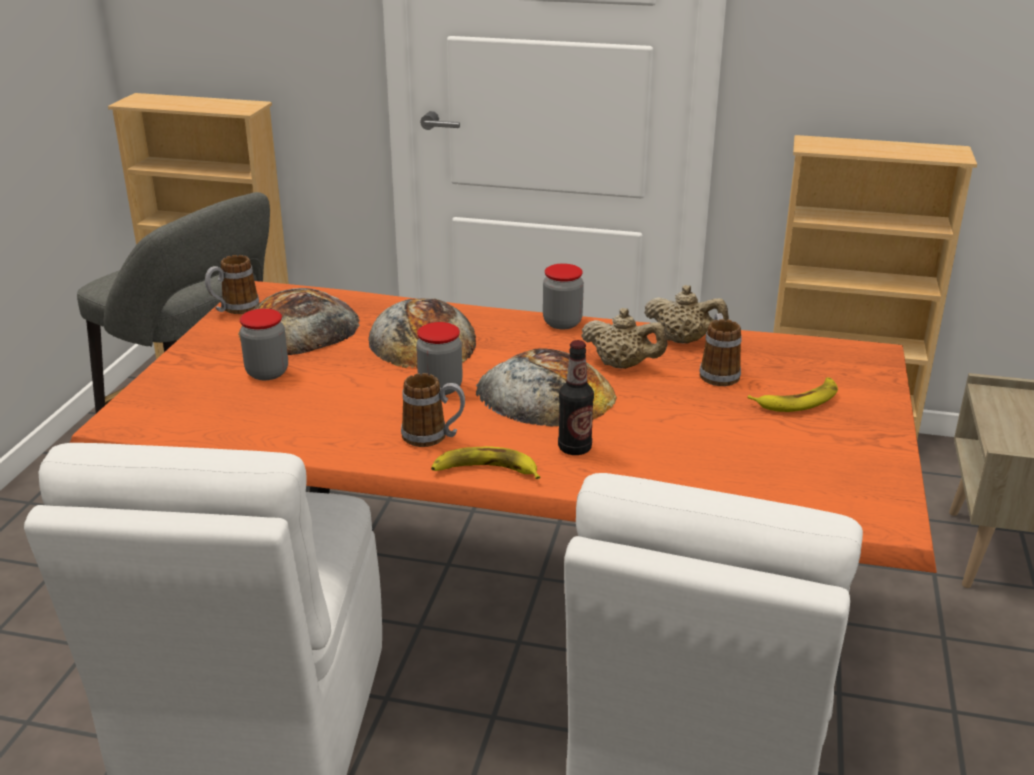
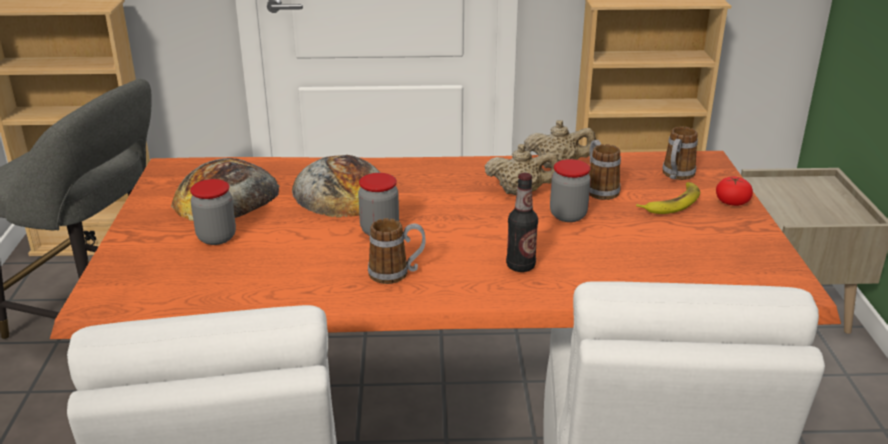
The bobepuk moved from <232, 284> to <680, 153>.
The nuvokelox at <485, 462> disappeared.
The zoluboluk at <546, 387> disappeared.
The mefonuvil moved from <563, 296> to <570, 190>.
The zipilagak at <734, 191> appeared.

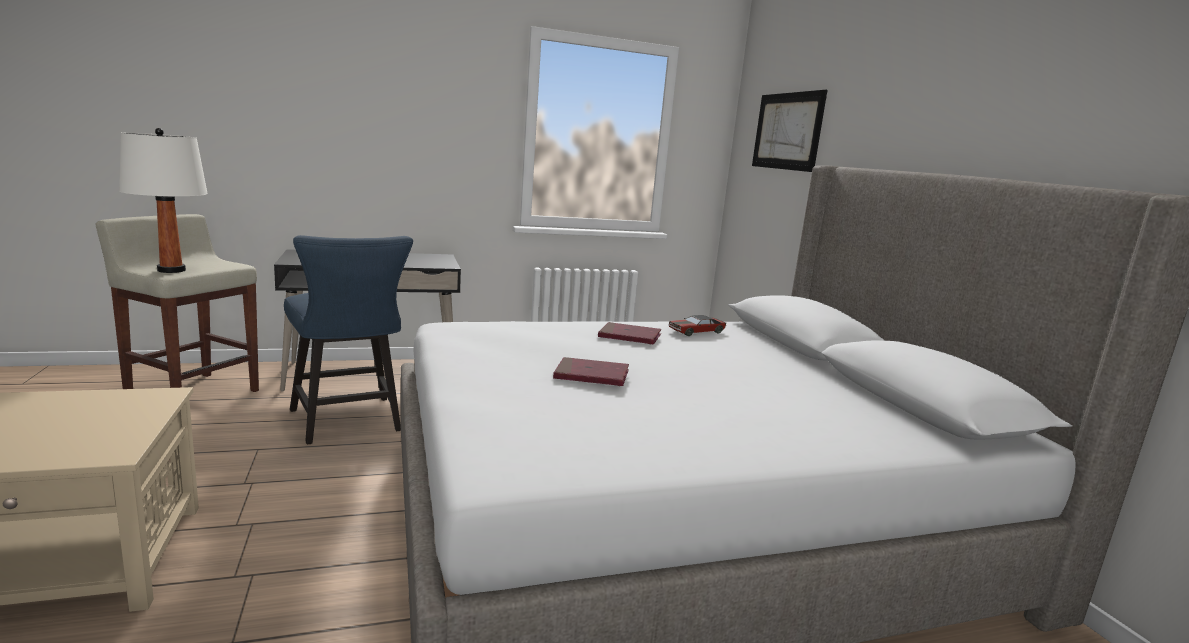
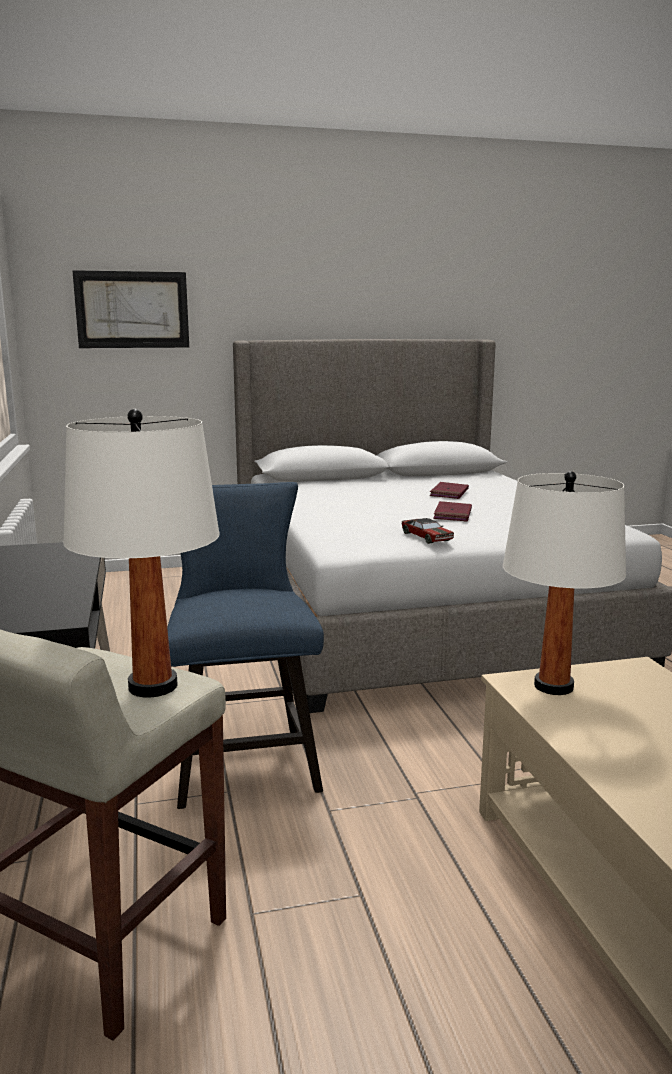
The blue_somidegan at <348, 339> turned 75 degrees counterclockwise.
The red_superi moved from <629, 333> to <449, 490>.
The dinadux moved from <697, 325> to <427, 531>.
The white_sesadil at <564, 583> appeared.

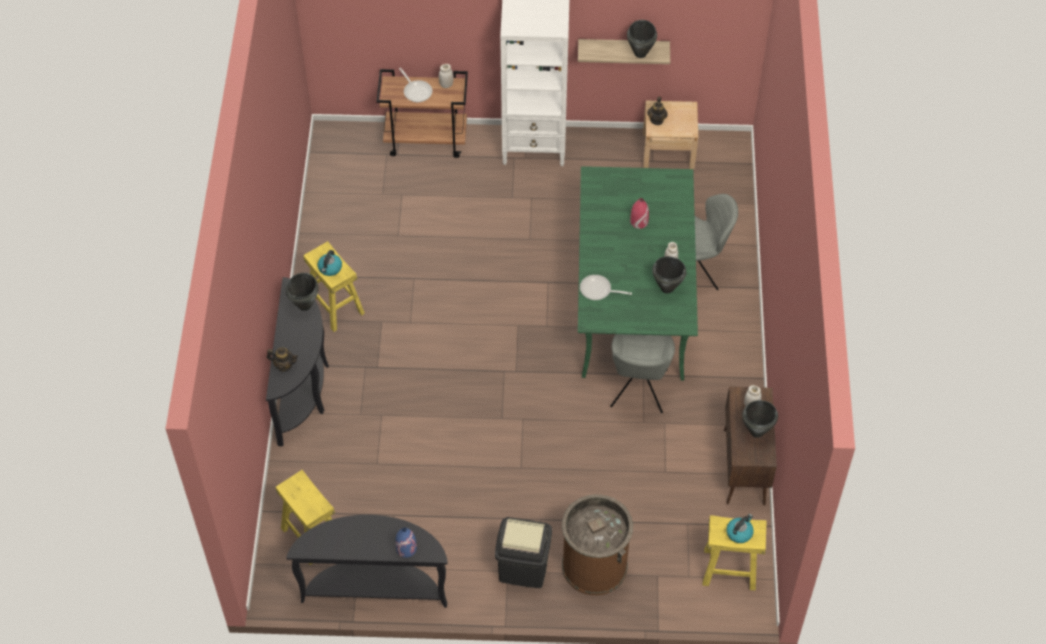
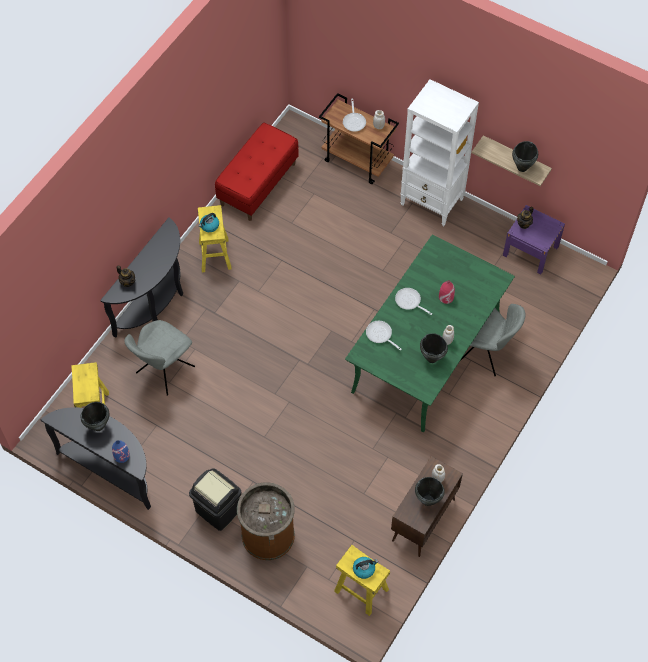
The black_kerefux moved from <302, 292> to <95, 416>.
The grey_somidegan moved from <642, 373> to <159, 358>.
The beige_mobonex at <670, 134> became the purple_mobonex at <534, 239>.
The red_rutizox at <257, 171> appeared.
The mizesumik at <413, 301> appeared.

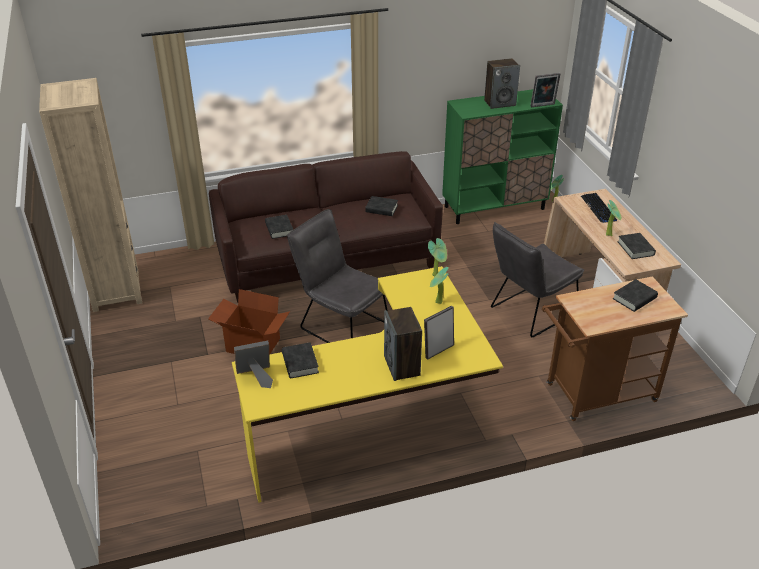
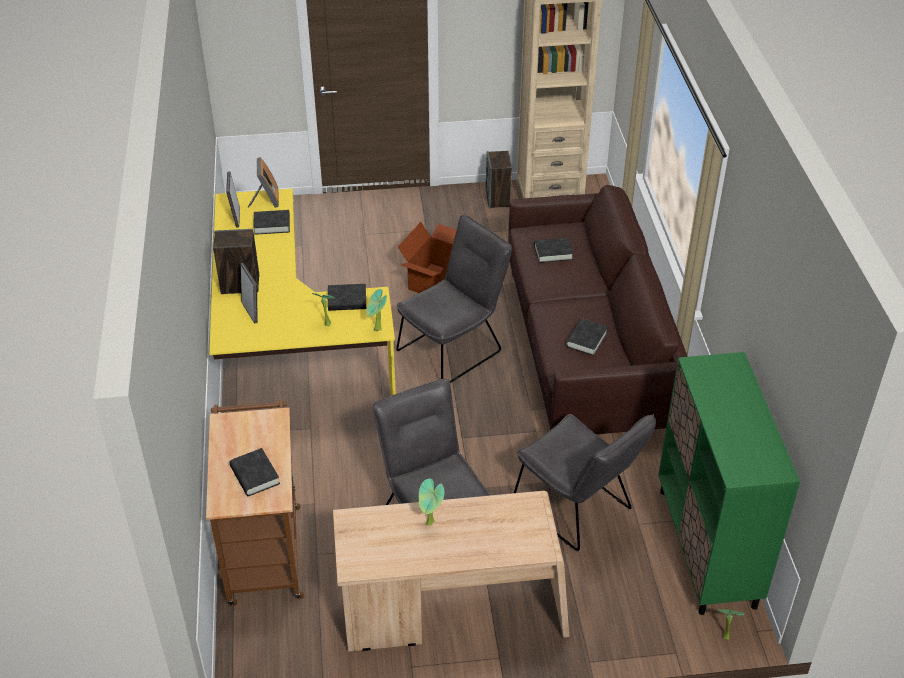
The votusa moved from <502, 83> to <499, 179>.
The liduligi moved from <545, 90> to <233, 199>.
The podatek at <599, 208> disappeared.
The black_superi moved from <637, 246> to <347, 297>.
The grey_somidegan at <585, 482> appeared.

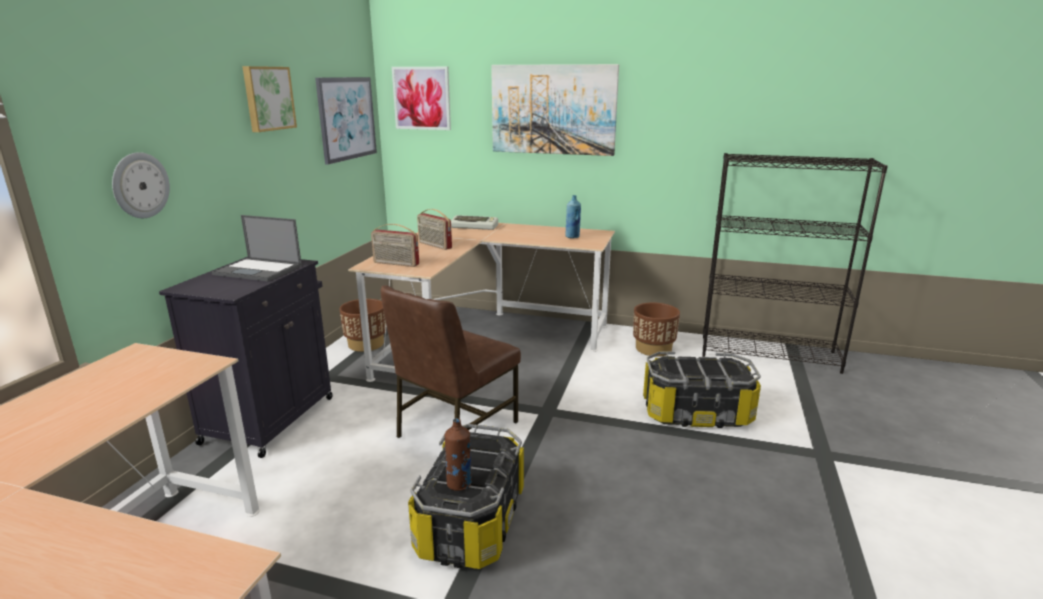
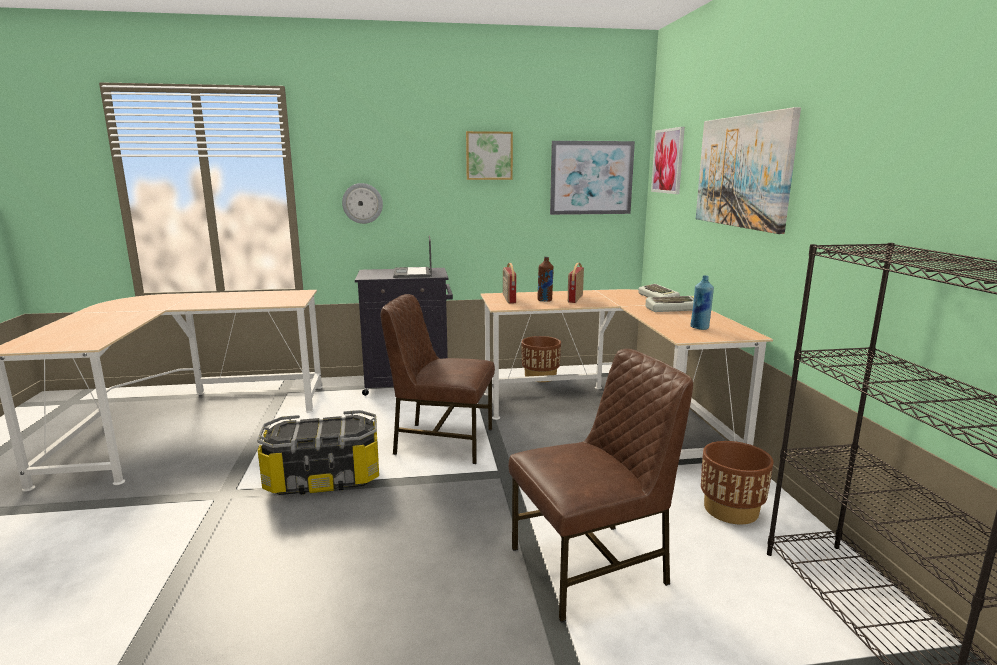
The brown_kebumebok moved from <458, 454> to <545, 279>.
The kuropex at <702, 389> was replaced by the brown_somidegan at <600, 485>.
The podatek at <669, 304> appeared.

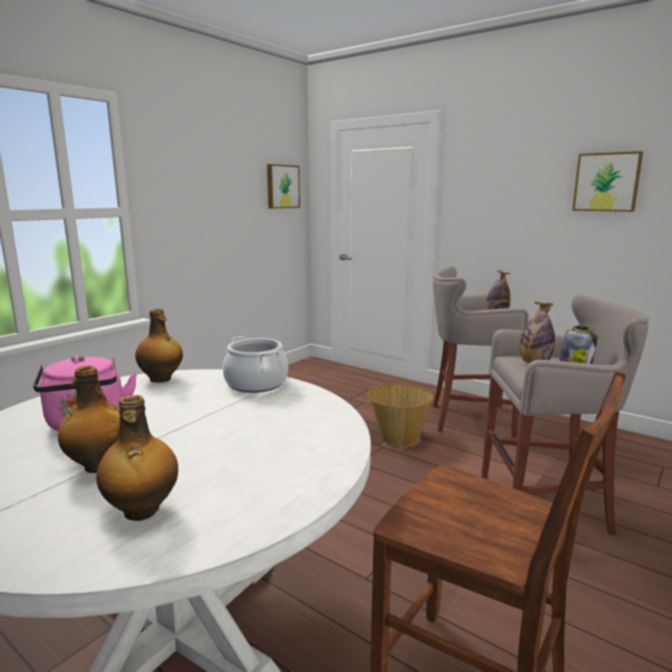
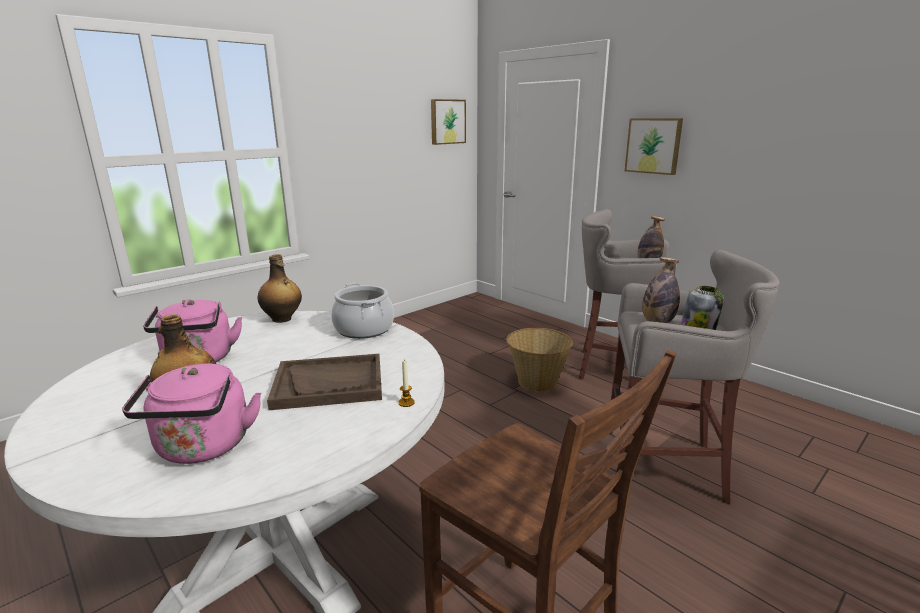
The kebumebok at <137, 458> was replaced by the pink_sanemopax at <191, 414>.
The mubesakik moved from <607, 181> to <654, 146>.
The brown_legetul at <324, 382> appeared.
The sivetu at <406, 383> appeared.

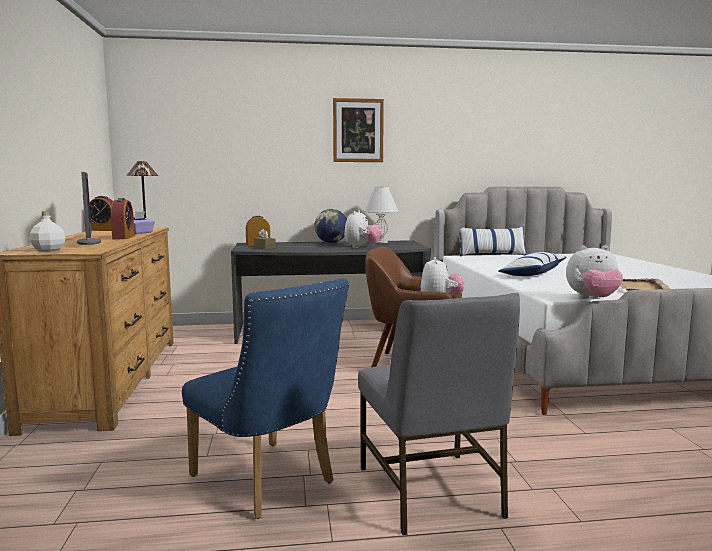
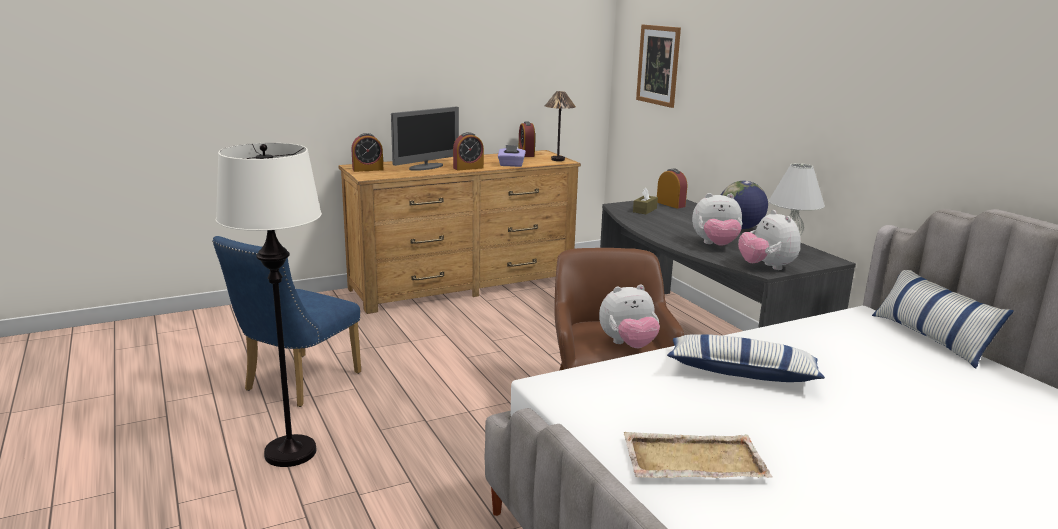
The white_kebumebok at <47, 231> was replaced by the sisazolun at <367, 152>.
The mubesakik moved from <358, 130> to <658, 66>.
The grey_somidegan at <439, 414> was replaced by the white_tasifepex at <269, 305>.
The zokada moved from <594, 272> to <769, 240>.

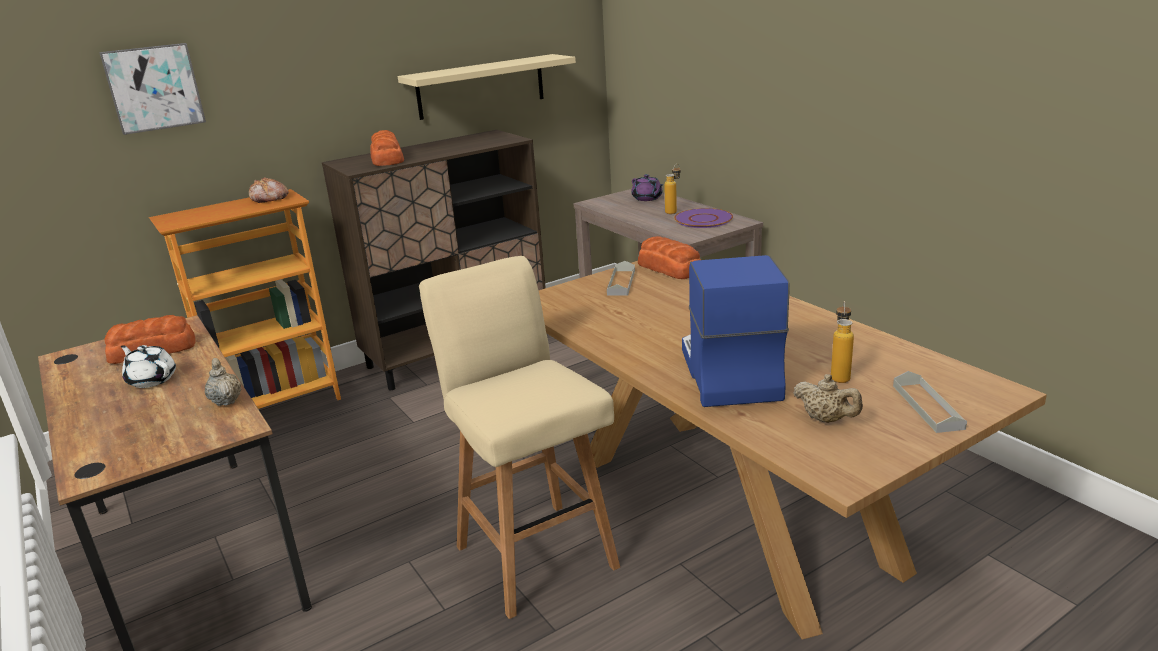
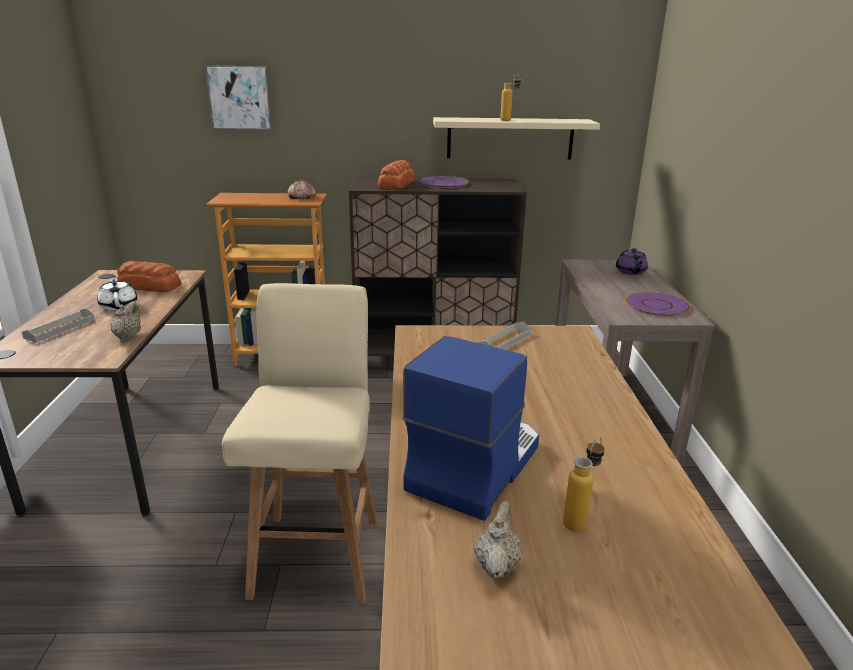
The zoluboluk at <669, 257> disappeared.
The kebumebok moved from <672, 189> to <510, 97>.
The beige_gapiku at <828, 398> turned 150 degrees counterclockwise.
The grey_legetul moved from <930, 402> to <58, 325>.
The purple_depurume at <444, 182> appeared.

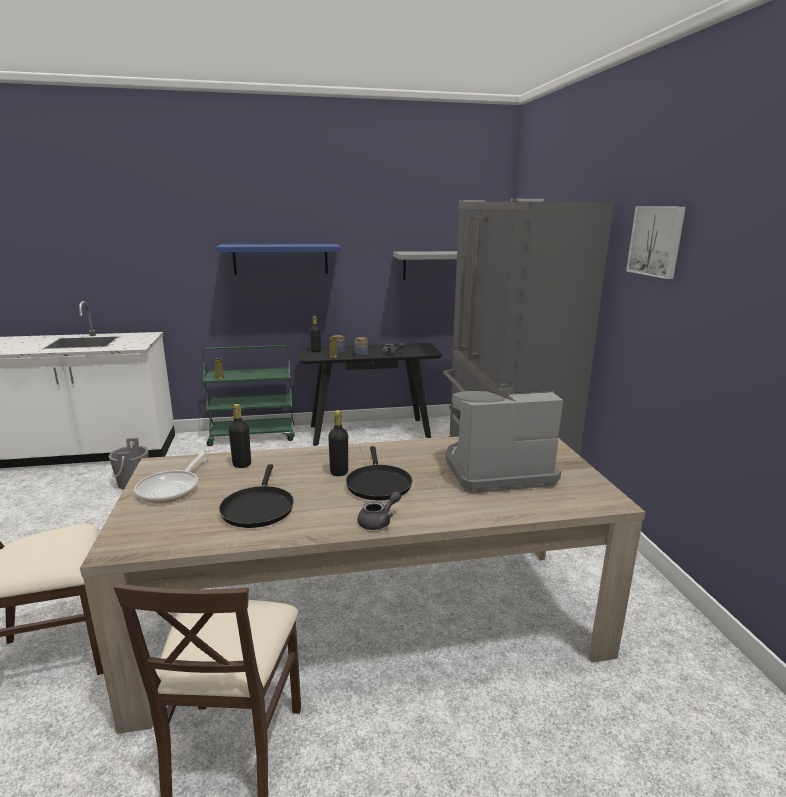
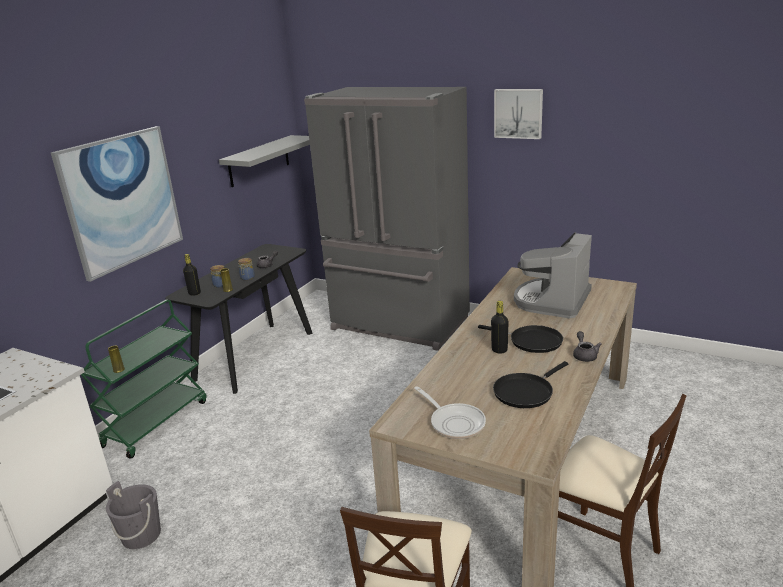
The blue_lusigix at <278, 259> was replaced by the mubesakik at <117, 204>.
The black_mizesumik at <256, 496> turned 105 degrees clockwise.
The black_kebumebok at <240, 436> disappeared.

